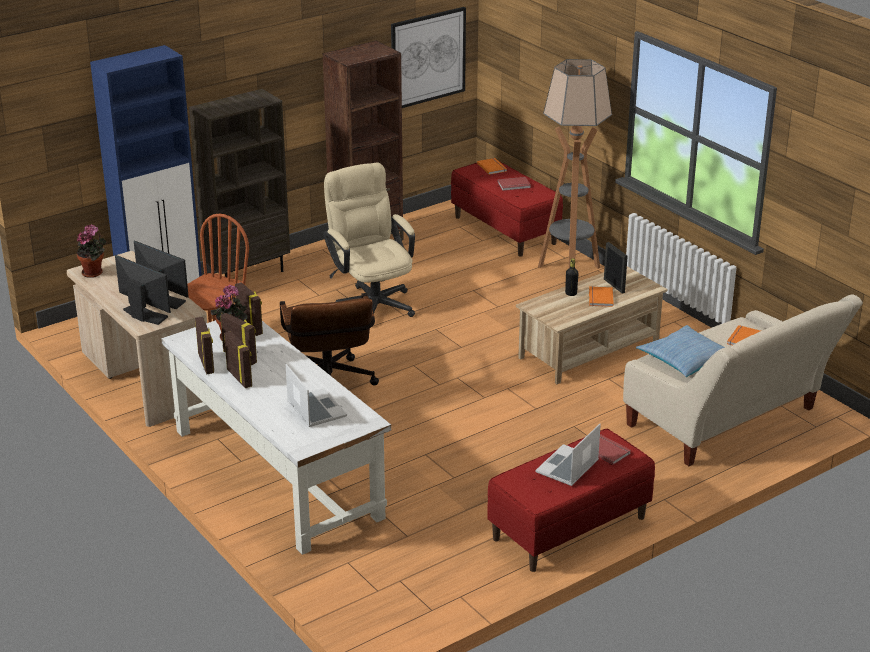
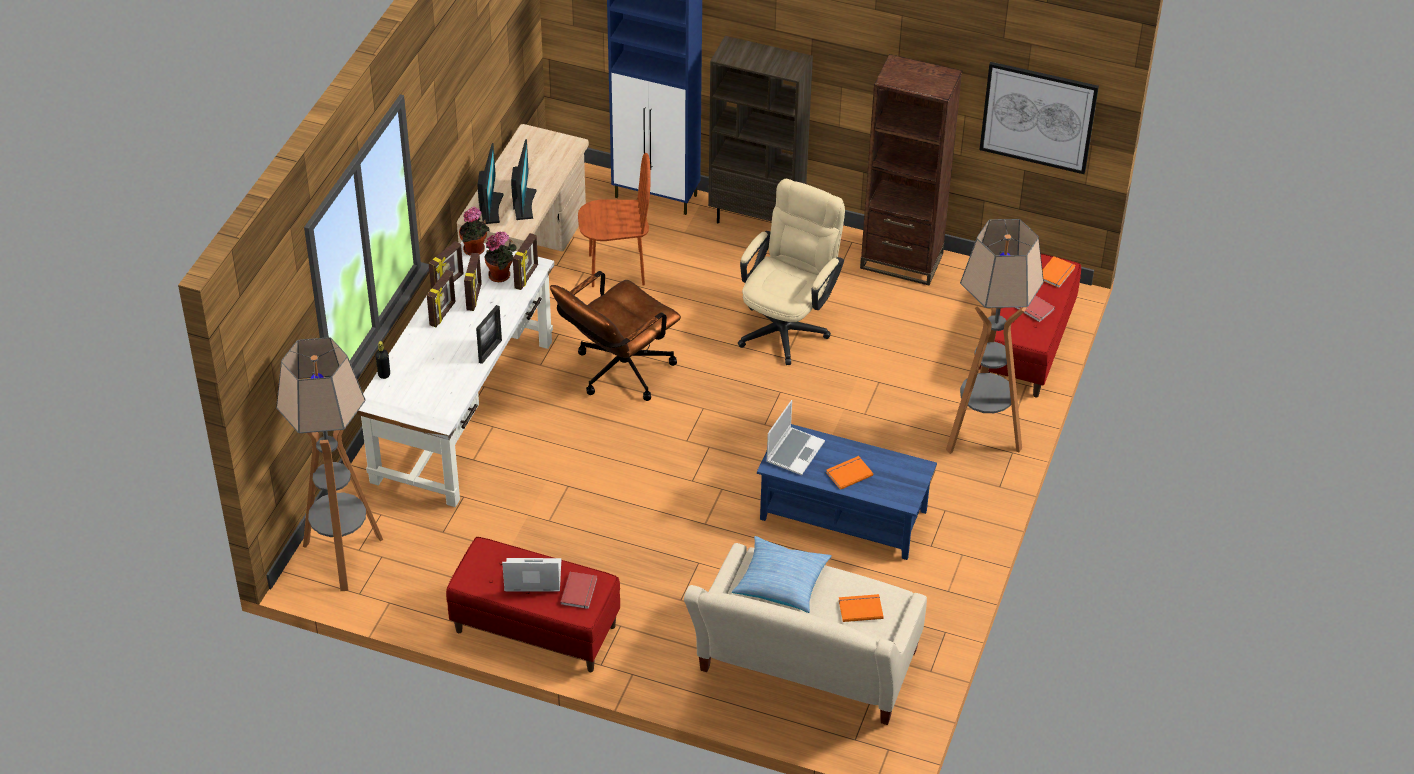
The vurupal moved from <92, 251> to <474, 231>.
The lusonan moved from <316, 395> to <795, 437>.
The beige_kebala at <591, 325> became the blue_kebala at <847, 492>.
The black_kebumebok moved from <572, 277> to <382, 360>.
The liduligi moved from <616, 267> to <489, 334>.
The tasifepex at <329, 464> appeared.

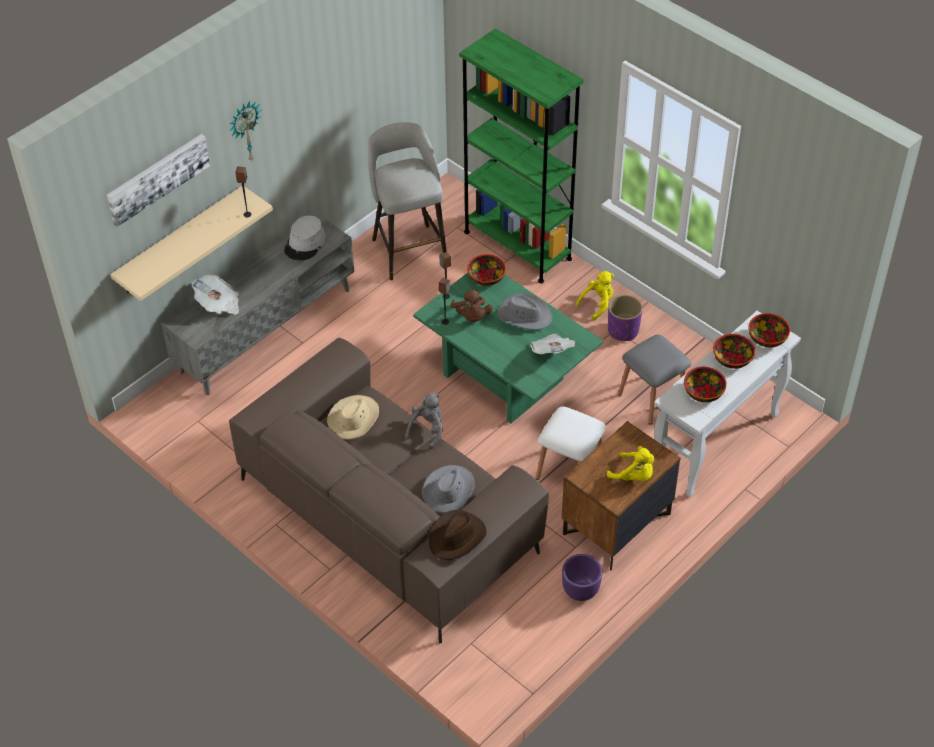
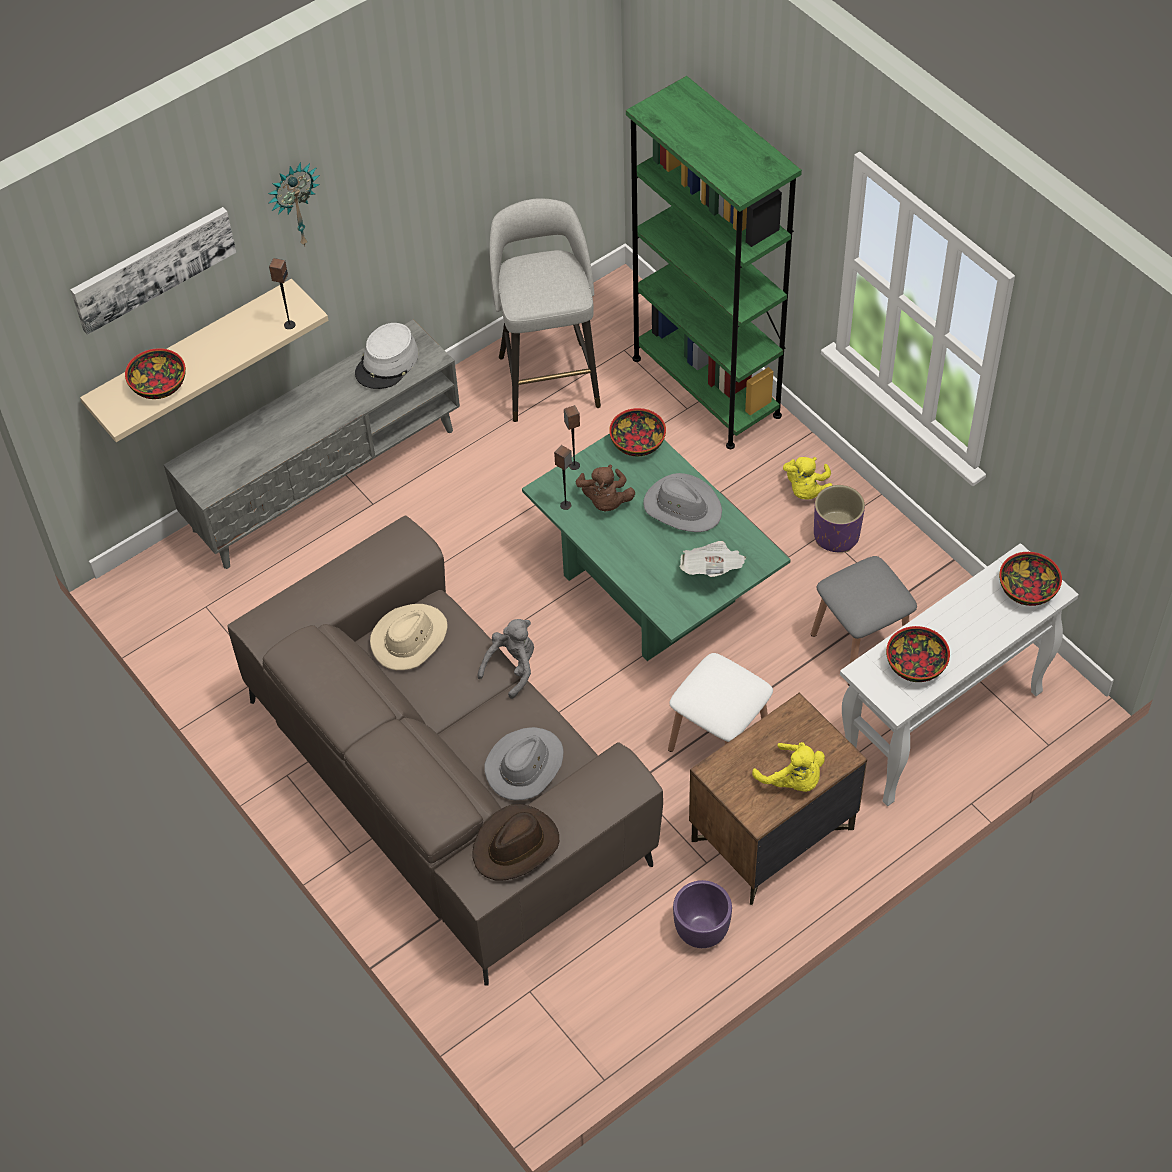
The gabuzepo at <215, 295> disappeared.
The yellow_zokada at <595, 295> turned 135 degrees clockwise.
The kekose moved from <734, 351> to <155, 373>.

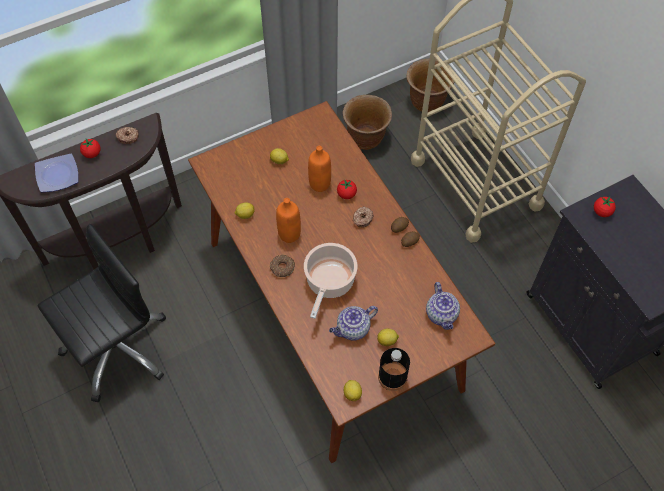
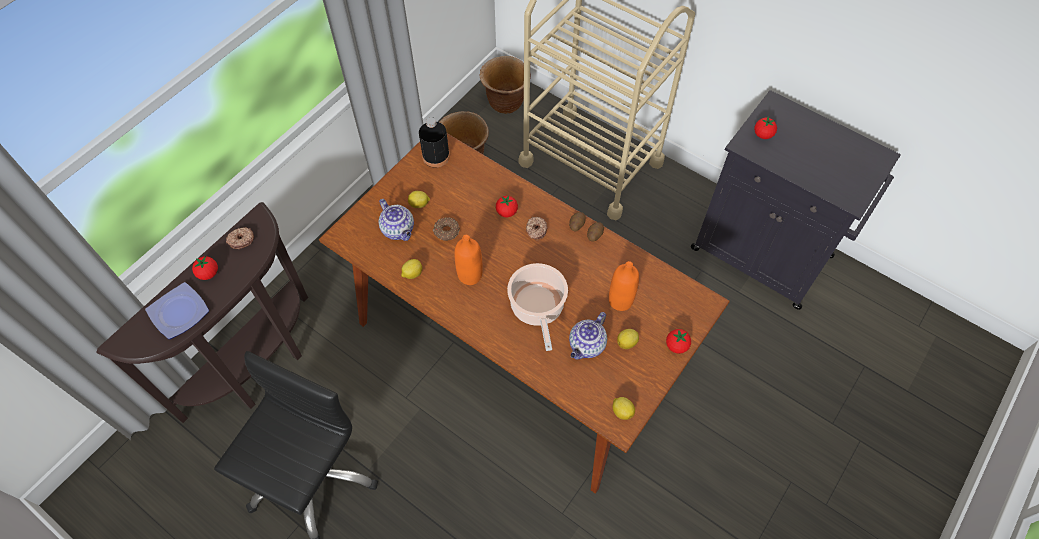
The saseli moved from <282, 266> to <446, 229>.
The orange_kebumebok moved from <319, 169> to <624, 286>.
The black_kebumebok moved from <394, 369> to <434, 142>.
The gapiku moved from <443, 306> to <396, 220>.
The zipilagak at <678, 341> appeared.

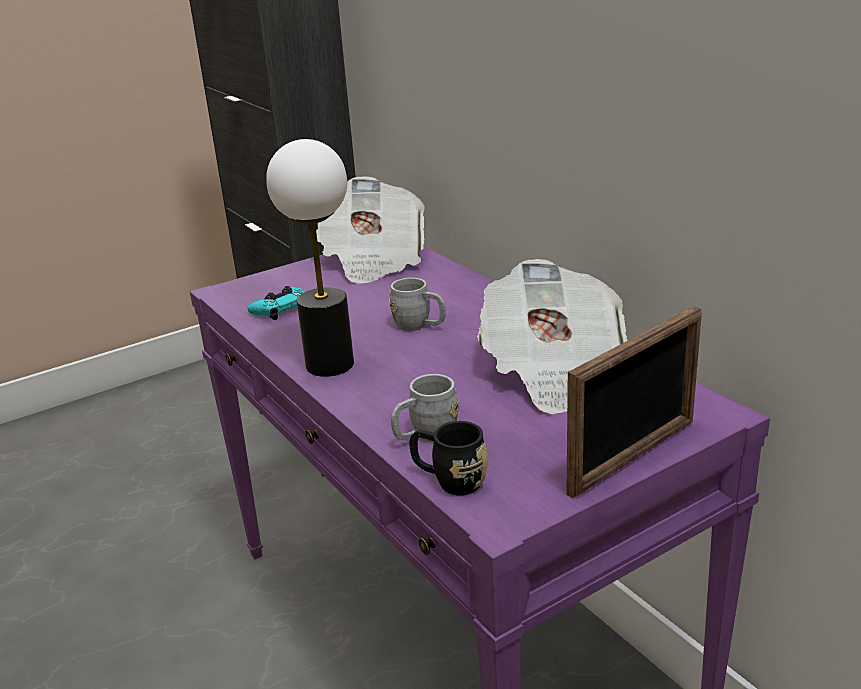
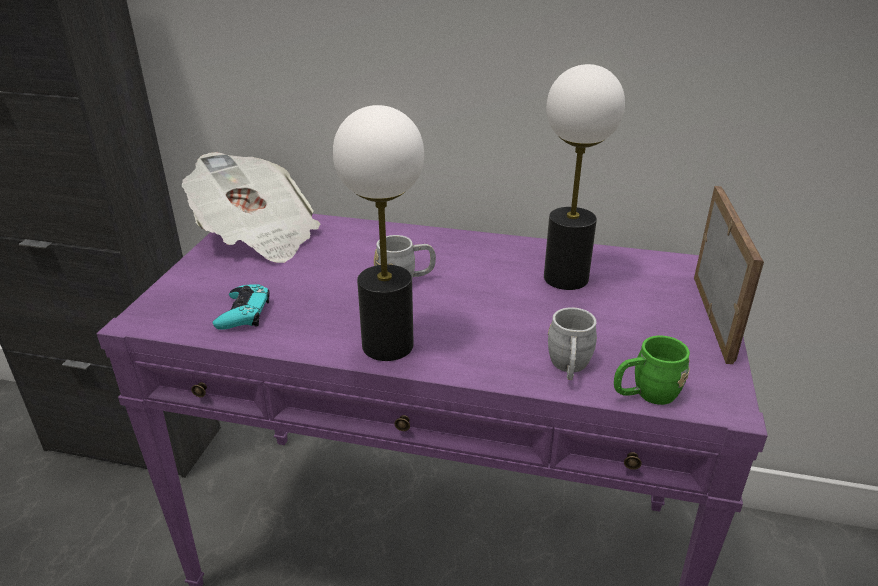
The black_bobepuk at <448, 458> became the green_bobepuk at <652, 370>.
The gabuzepo at <552, 336> was replaced by the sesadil at <584, 177>.

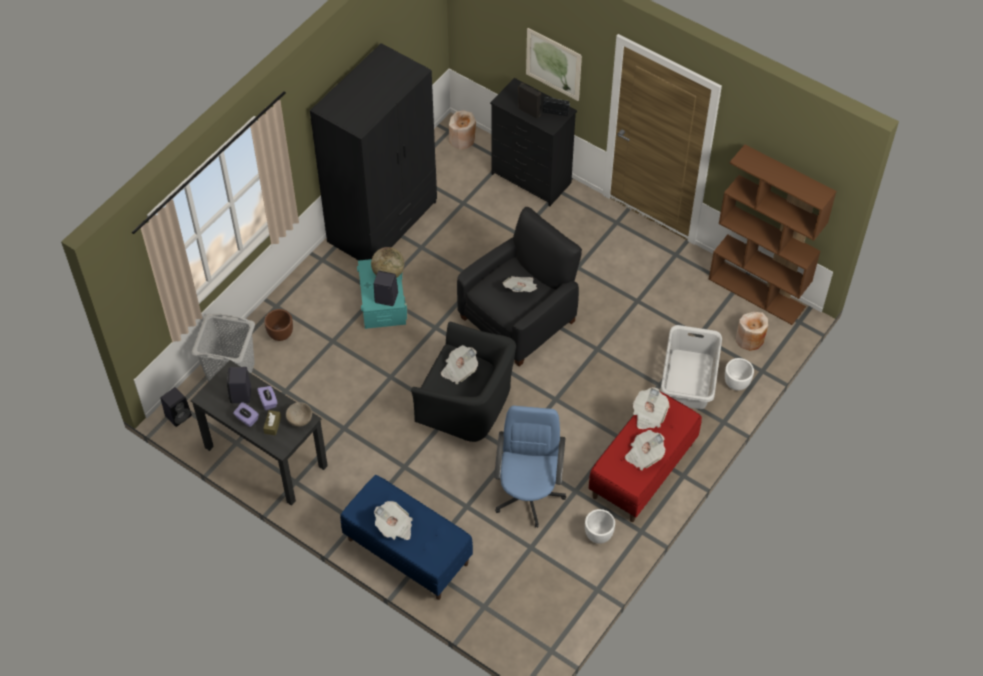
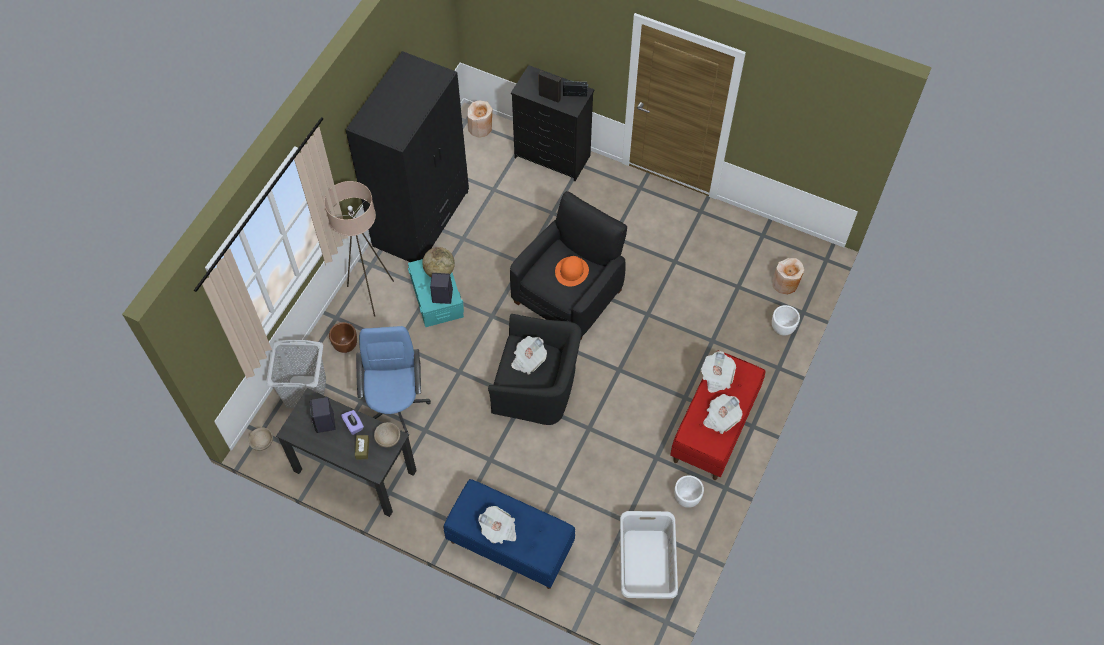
The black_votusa at <176, 407> was replaced by the beige_kekose at <260, 439>.
The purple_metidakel at <246, 414> disappeared.
The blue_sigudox moved from <530, 467> to <393, 380>.
The gabuzepo at <520, 284> was replaced by the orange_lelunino at <572, 271>.
The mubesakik at <554, 64> disappeared.
The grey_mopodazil moved from <691, 367> to <649, 555>.
The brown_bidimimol at <773, 234> disappeared.
The beige_tasifepex at <359, 249> appeared.

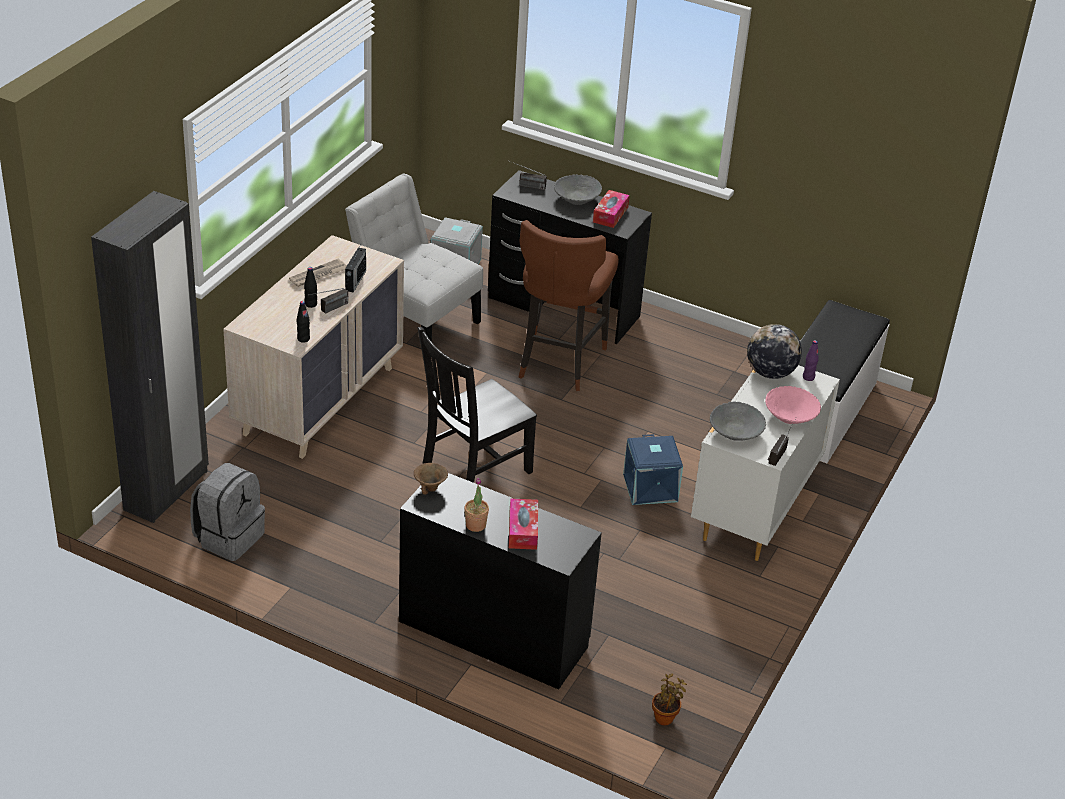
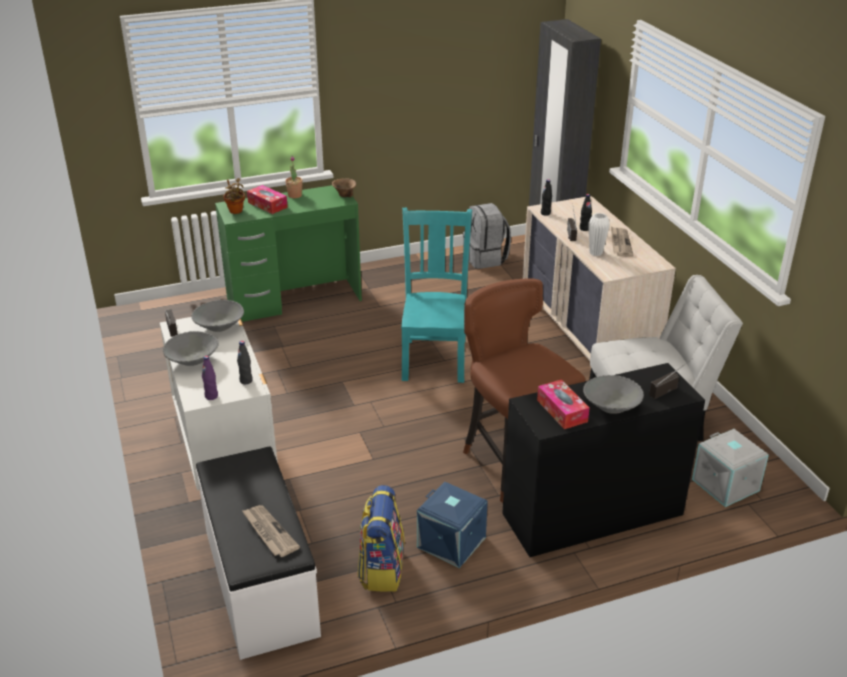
The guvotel at <355, 269> was replaced by the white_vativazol at <599, 234>.
The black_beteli at <500, 581> became the green_beteli at <288, 253>.
The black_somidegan at <477, 405> became the turquoise_somidegan at <436, 295>.
The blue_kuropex moved from <653, 469> to <452, 525>.
The vurupal moved from <669, 699> to <234, 196>.
The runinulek at <774, 351> was replaced by the black_kebumebok at <245, 362>.
The pink_kekose at <793, 405> became the grey_kekose at <191, 348>.
The gabuzepo at <271, 531> appeared.
The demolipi at <381, 538> appeared.

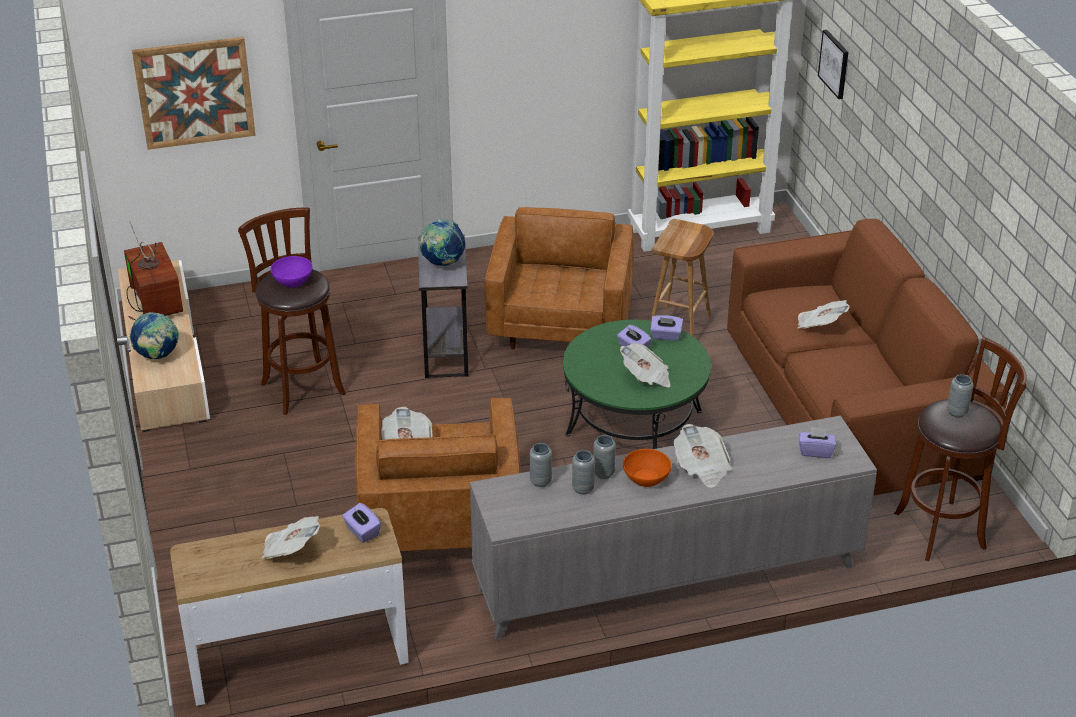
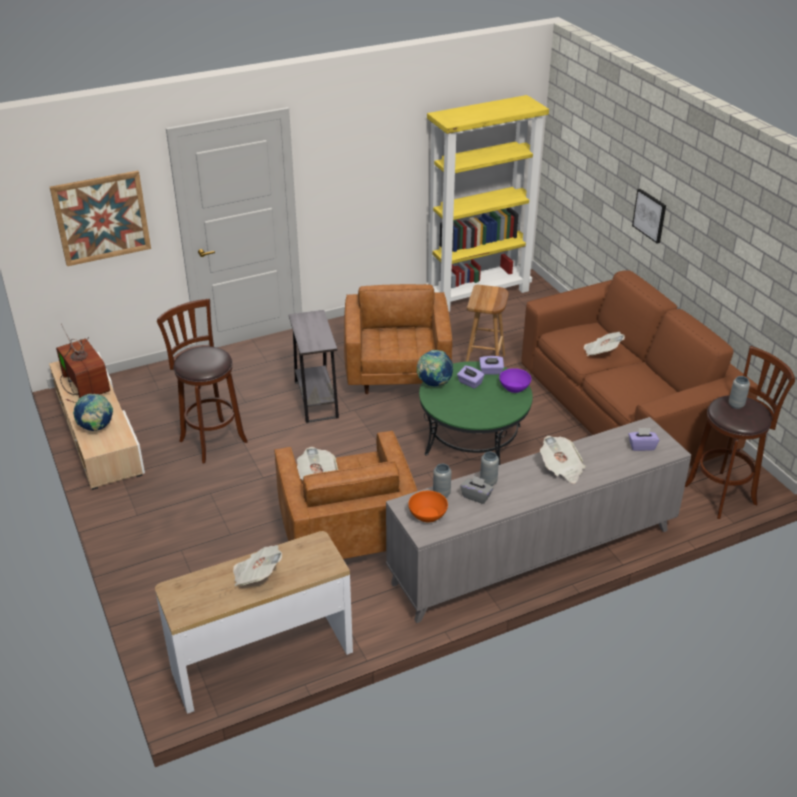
The purple_kekose moved from <292, 271> to <515, 380>.
The purple_metidakel at <361, 523> disappeared.
The runinulek moved from <442, 243> to <435, 368>.
The grey_vativazol at <583, 472> was replaced by the grey_metidakel at <476, 489>.
The gabuzepo at <645, 365> disappeared.
The orange_kekose moved from <647, 468> to <428, 507>.
The mubesakik moved from <833, 64> to <649, 216>.

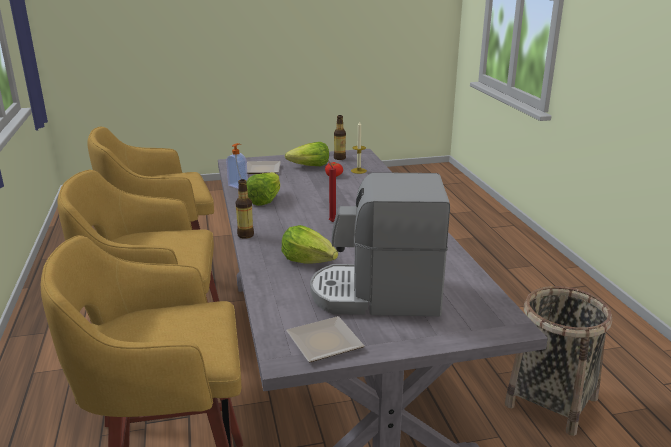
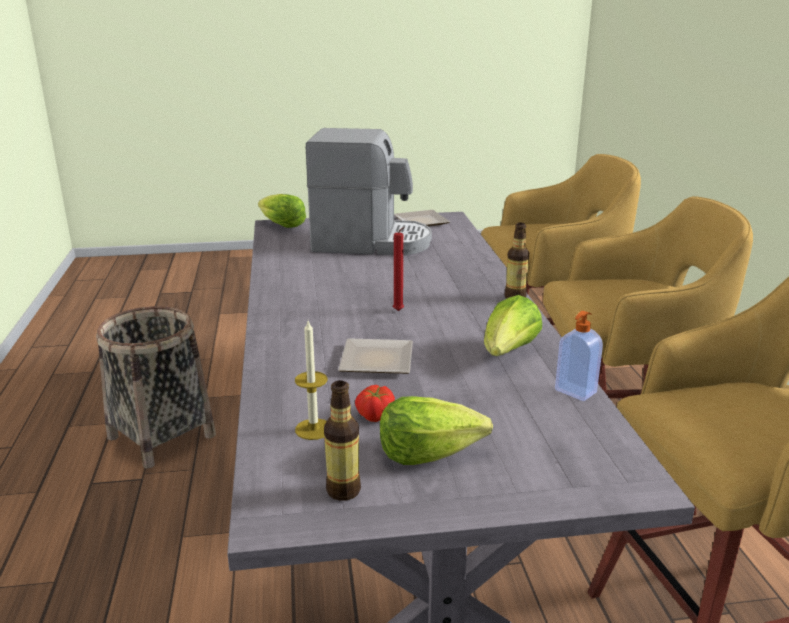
The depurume moved from <264, 167> to <375, 356>.
The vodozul moved from <310, 244> to <282, 211>.

